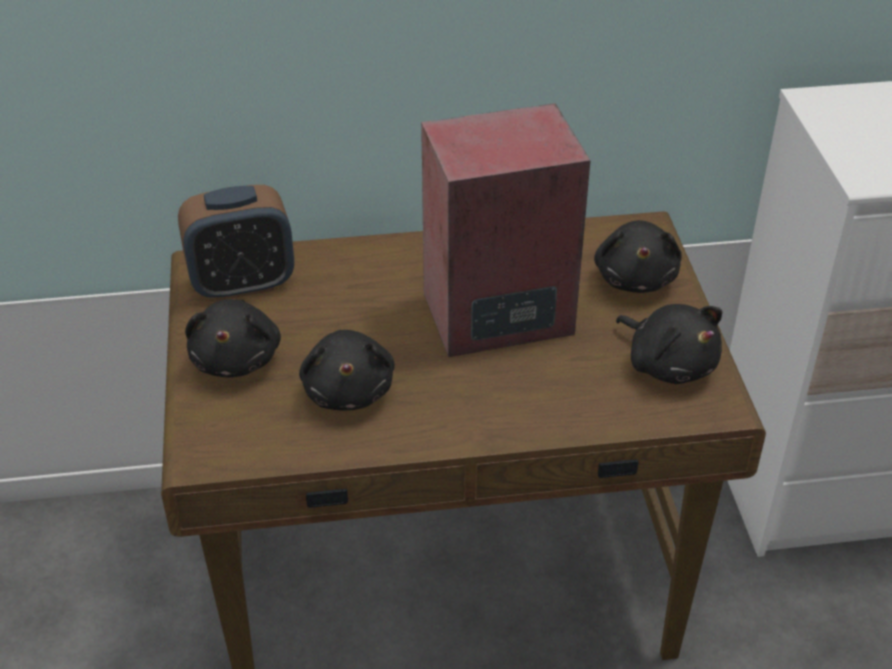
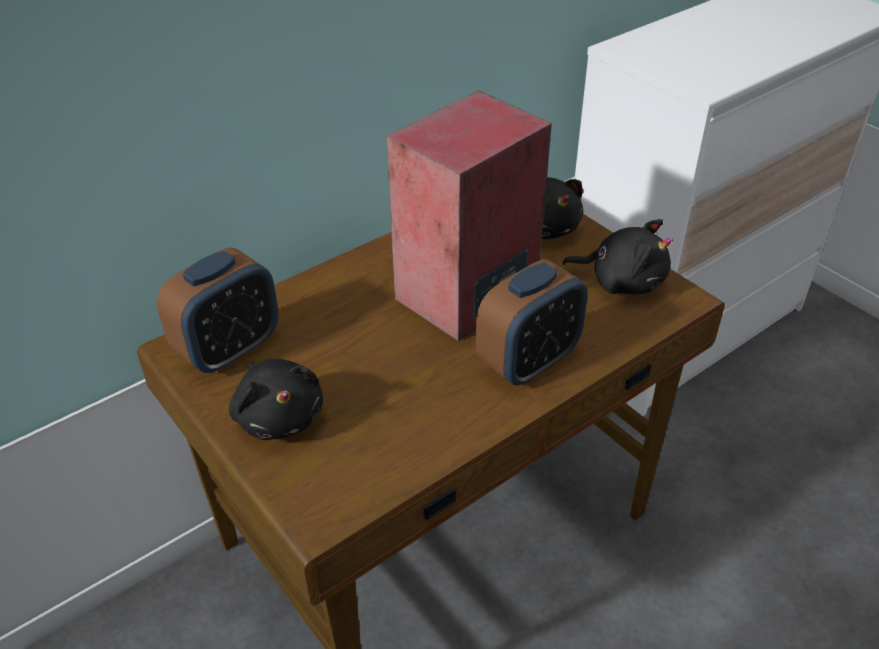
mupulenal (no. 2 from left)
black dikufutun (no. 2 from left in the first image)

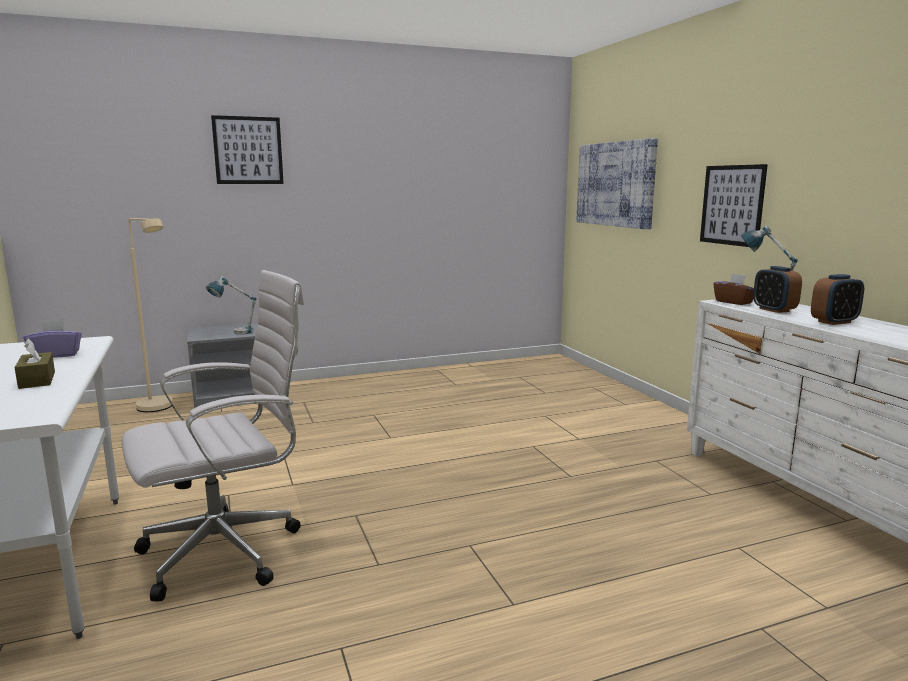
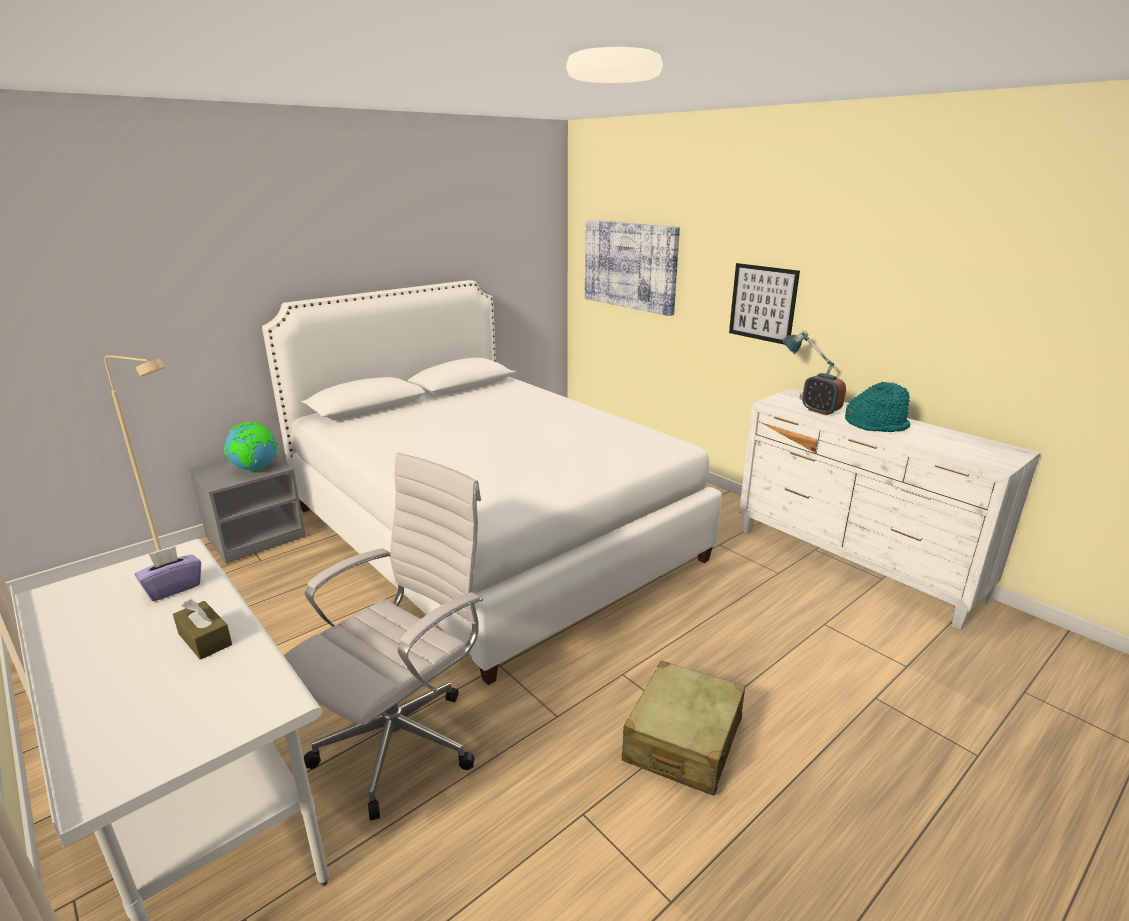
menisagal
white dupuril
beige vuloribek
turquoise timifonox
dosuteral (no. 1 from left in the first image)
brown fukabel (no. 2 from left in the first image)

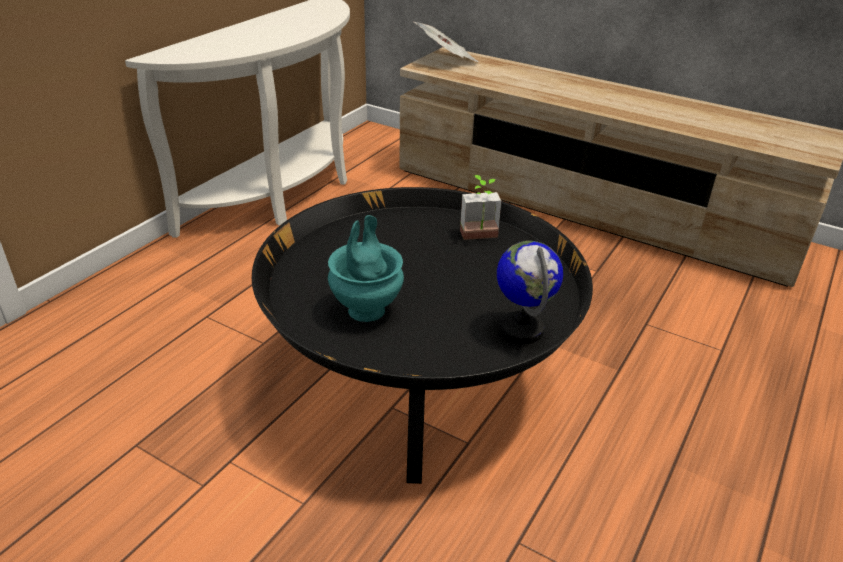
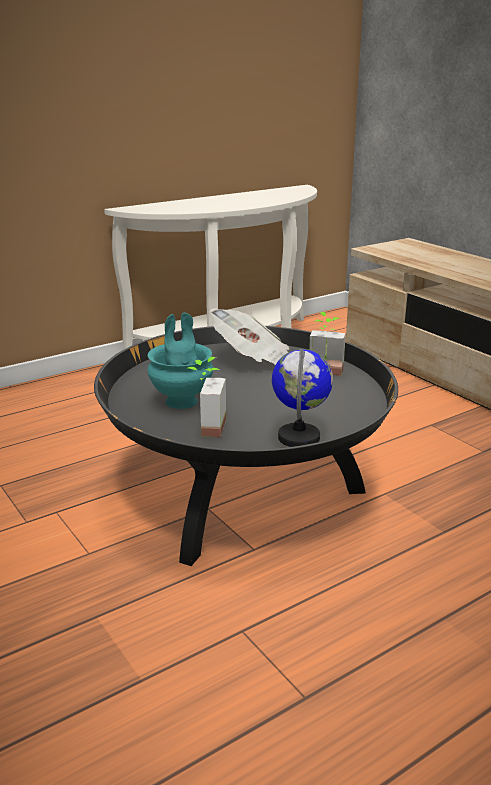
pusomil (no. 1 from left)
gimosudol

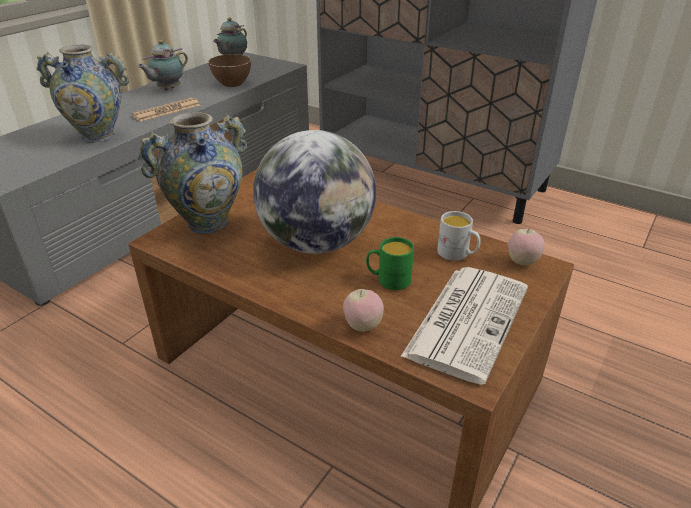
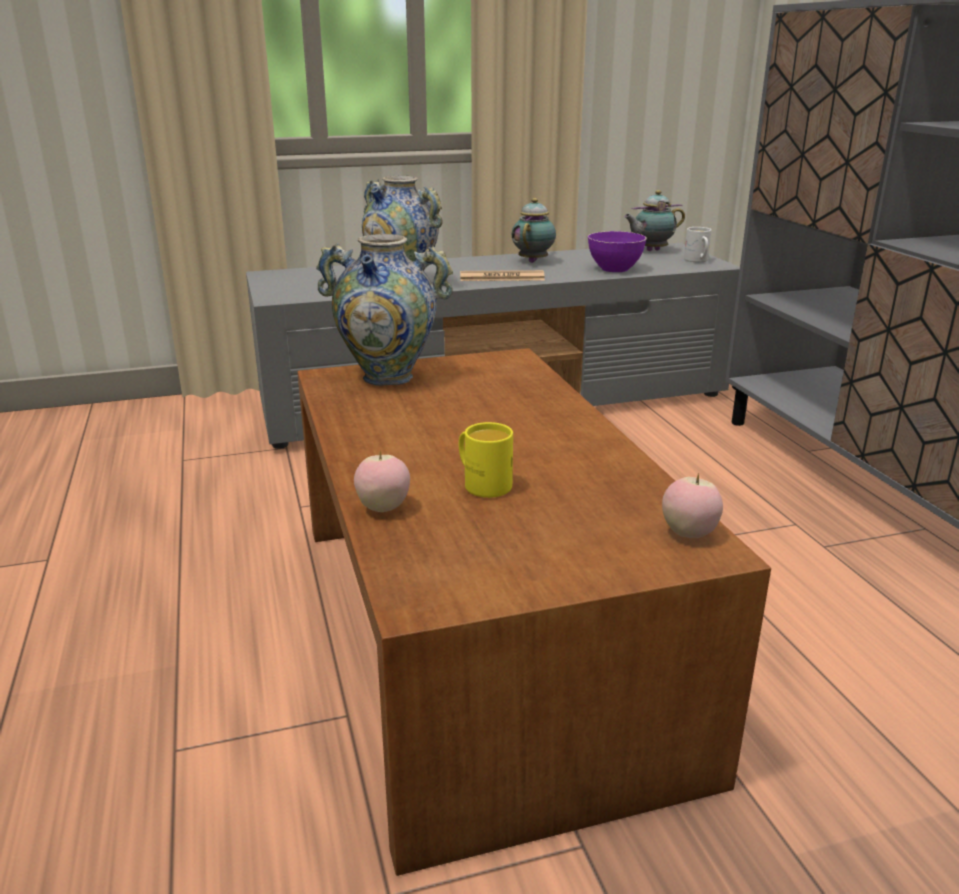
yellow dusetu
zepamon (no. 1 from left)
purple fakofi
white dusetu
menisagal
gimosudol (no. 2 from left in the first image)

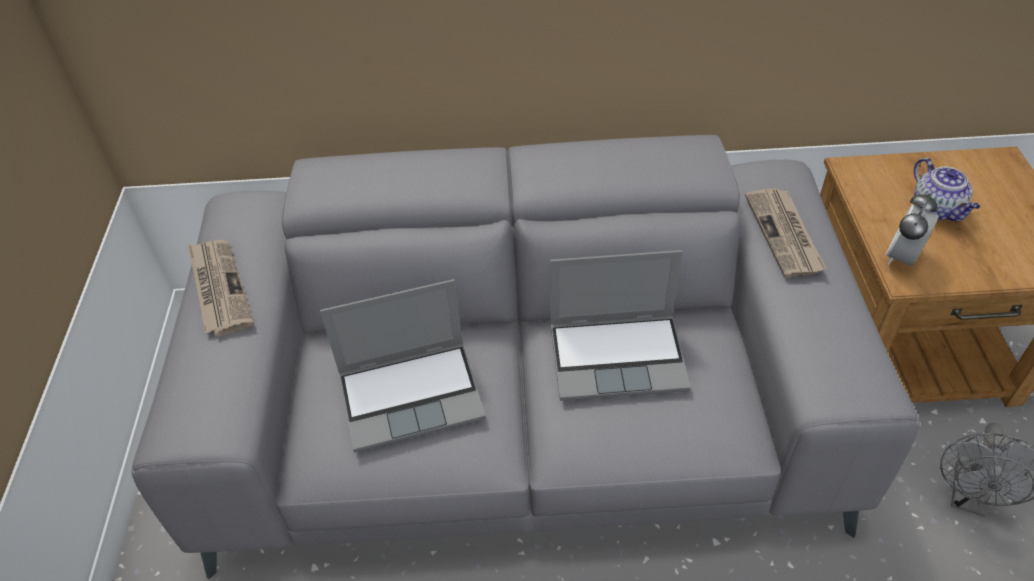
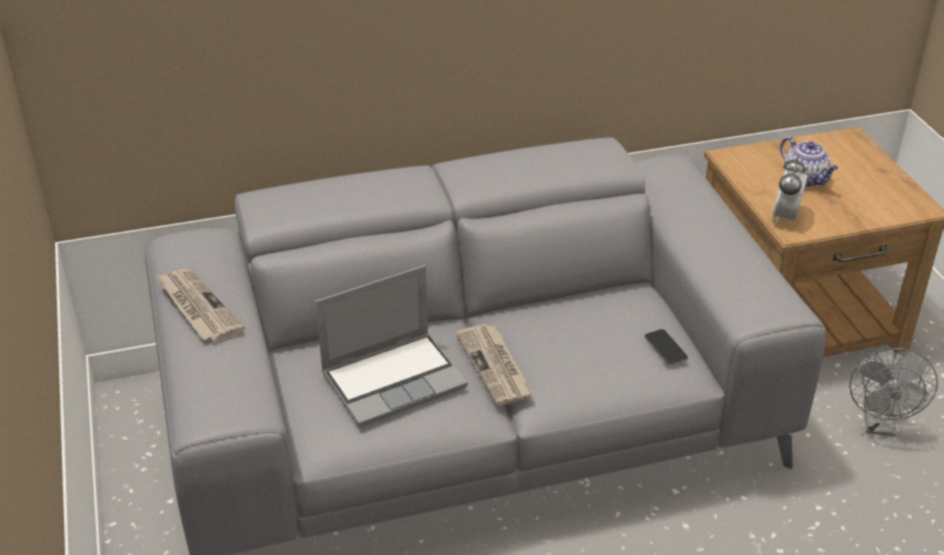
gimosudol (no. 2 from left)
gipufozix
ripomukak (no. 2 from left in the first image)

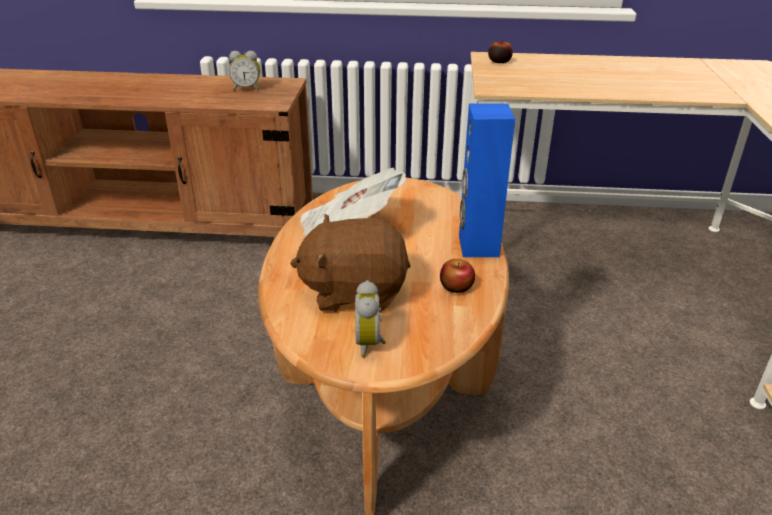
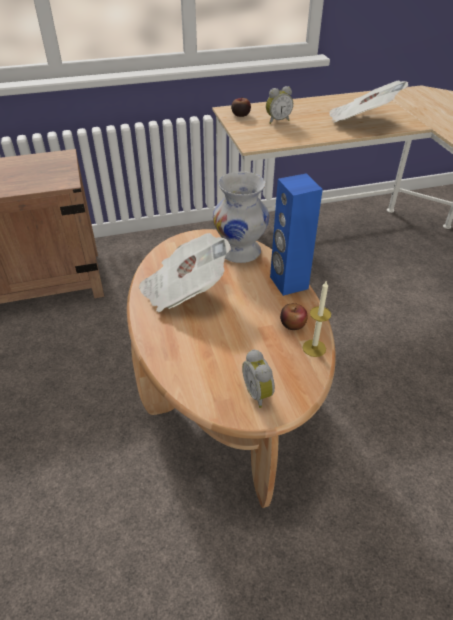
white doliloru
mupulenal (no. 2 from left)
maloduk
gimosudol (no. 2 from left)
brown dikufutun

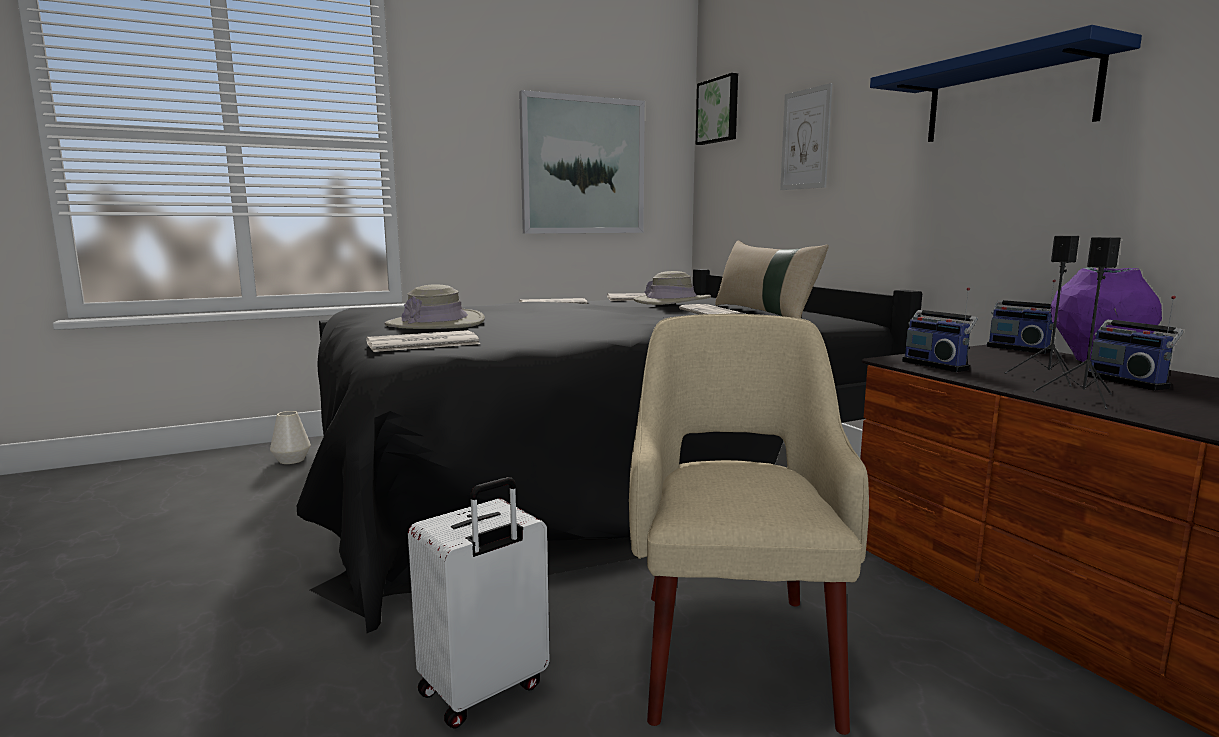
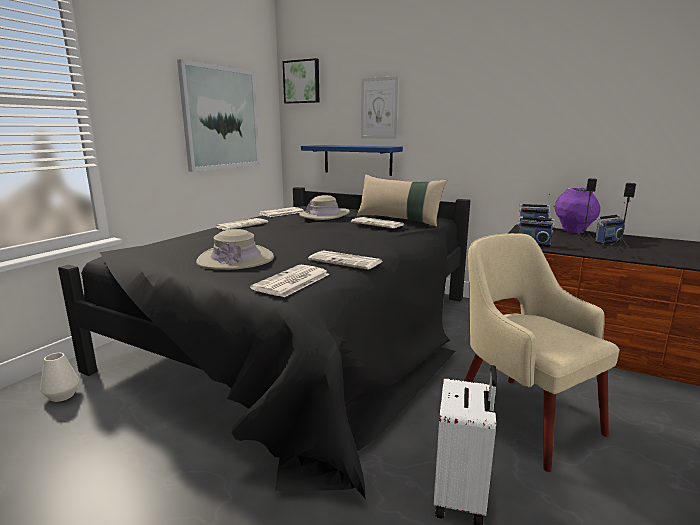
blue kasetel
gimosudol (no. 4 from left)
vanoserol (no. 3 from left)

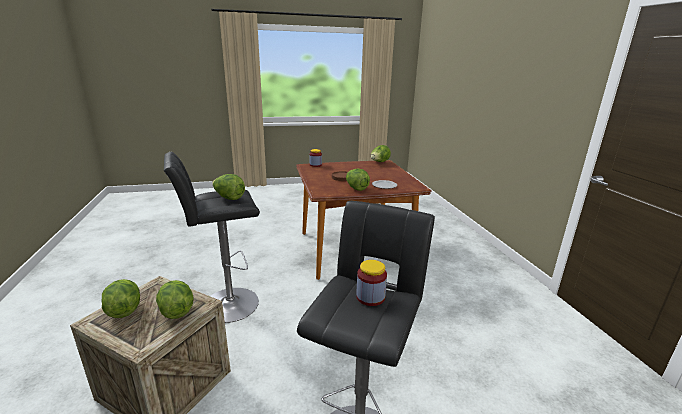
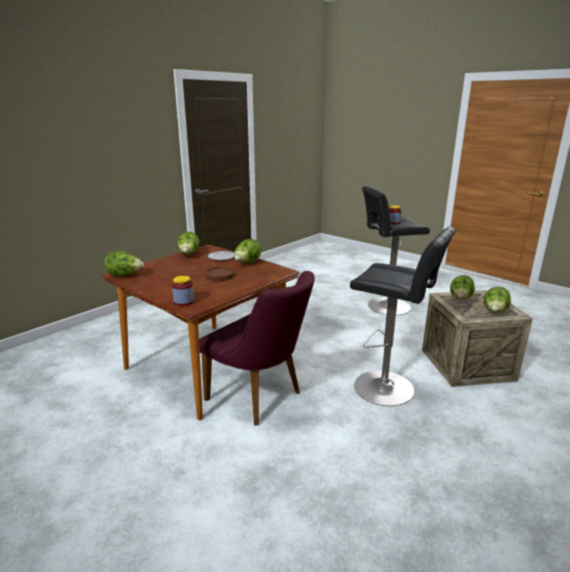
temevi (no. 2 from left)
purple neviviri

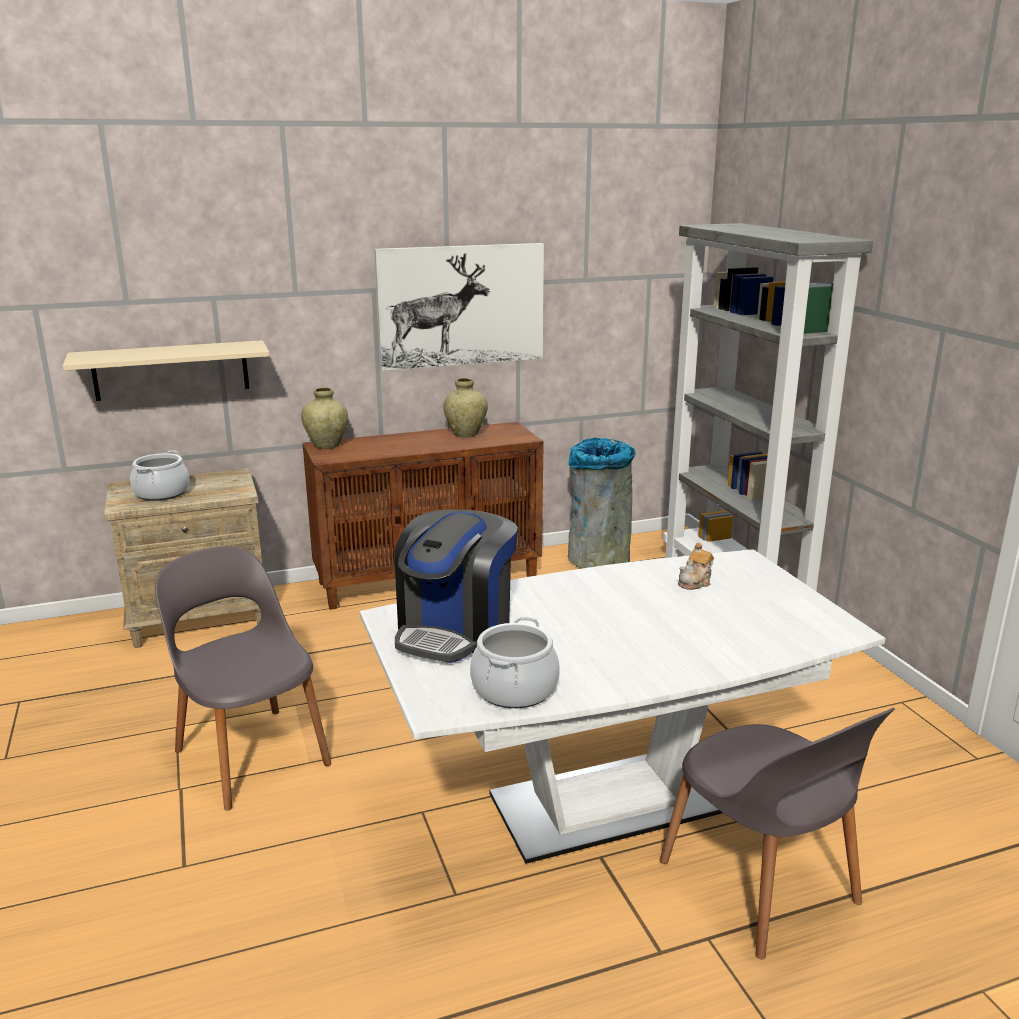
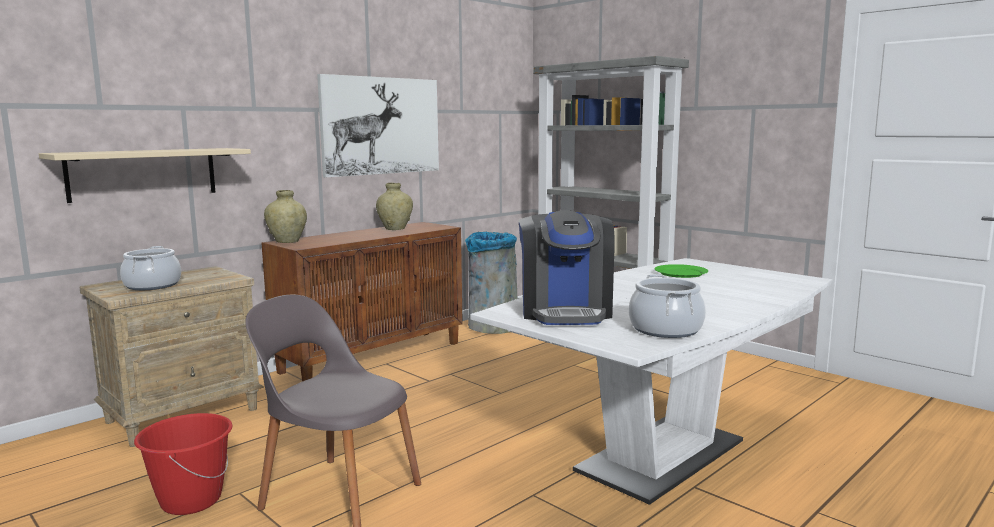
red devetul
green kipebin
grey neviviri (no. 2 from left in the first image)

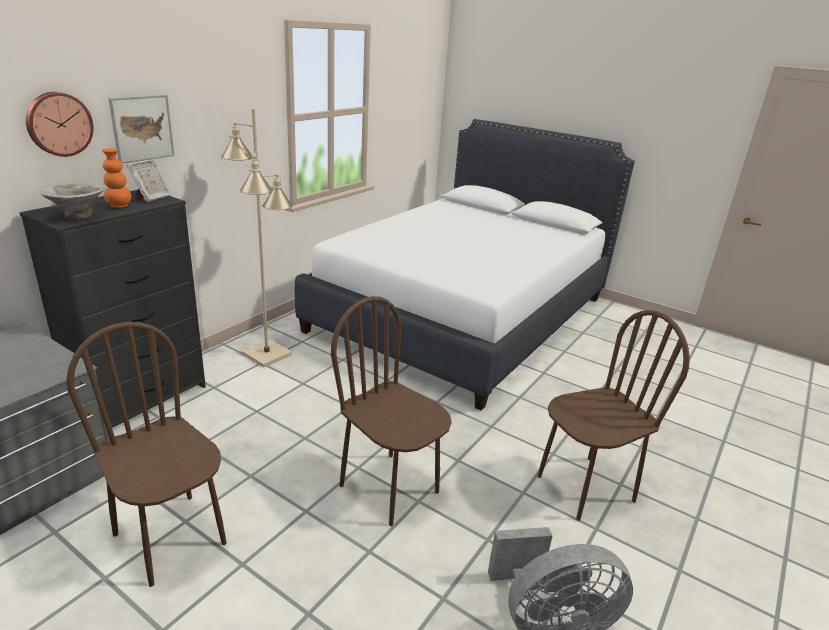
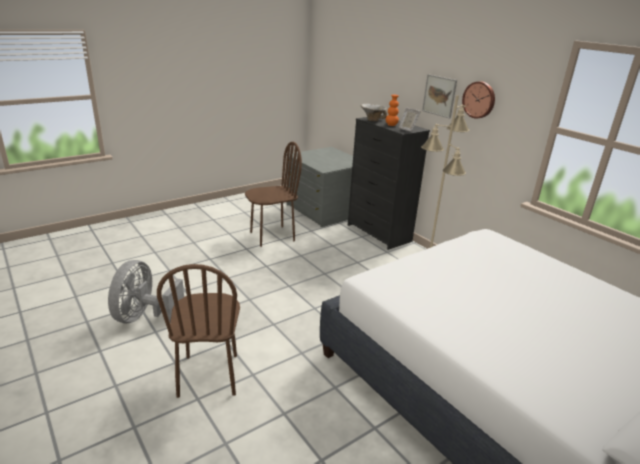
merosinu
brown neviviri (no. 2 from left in the first image)

